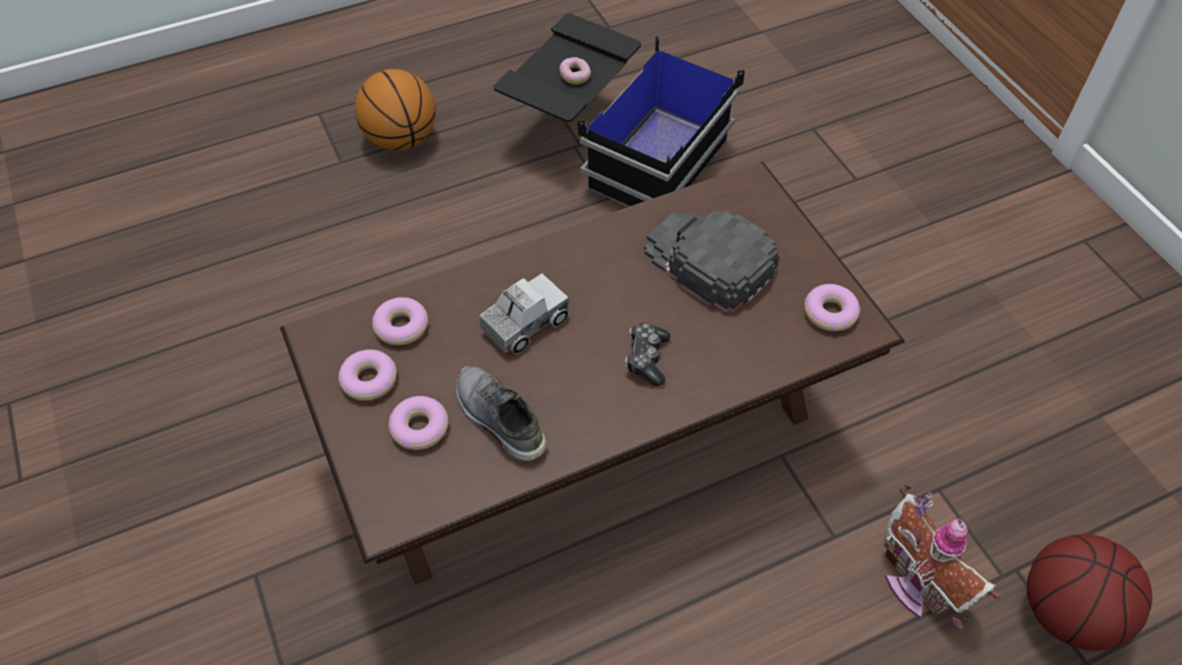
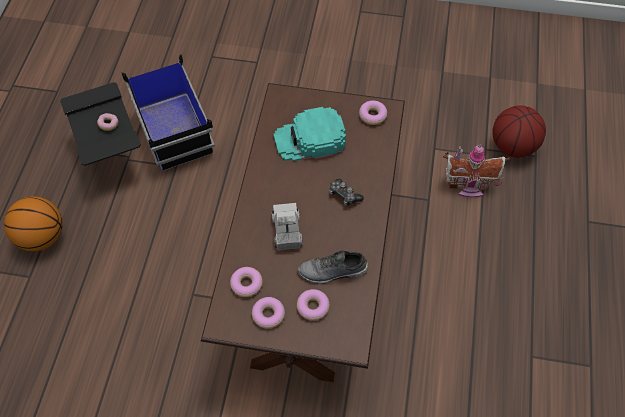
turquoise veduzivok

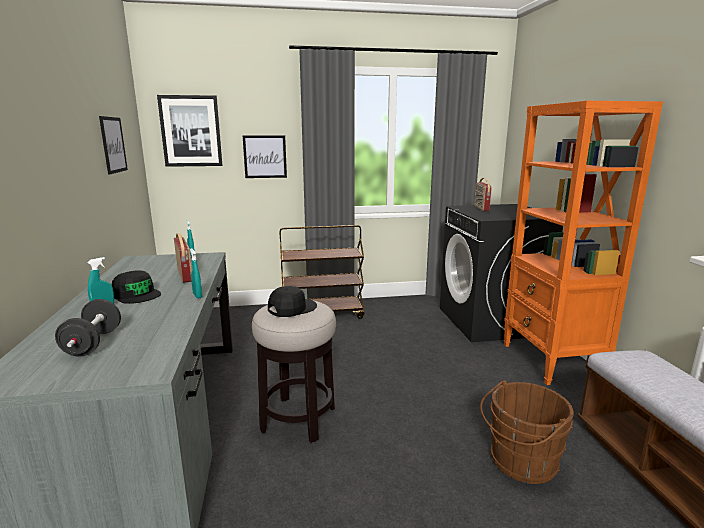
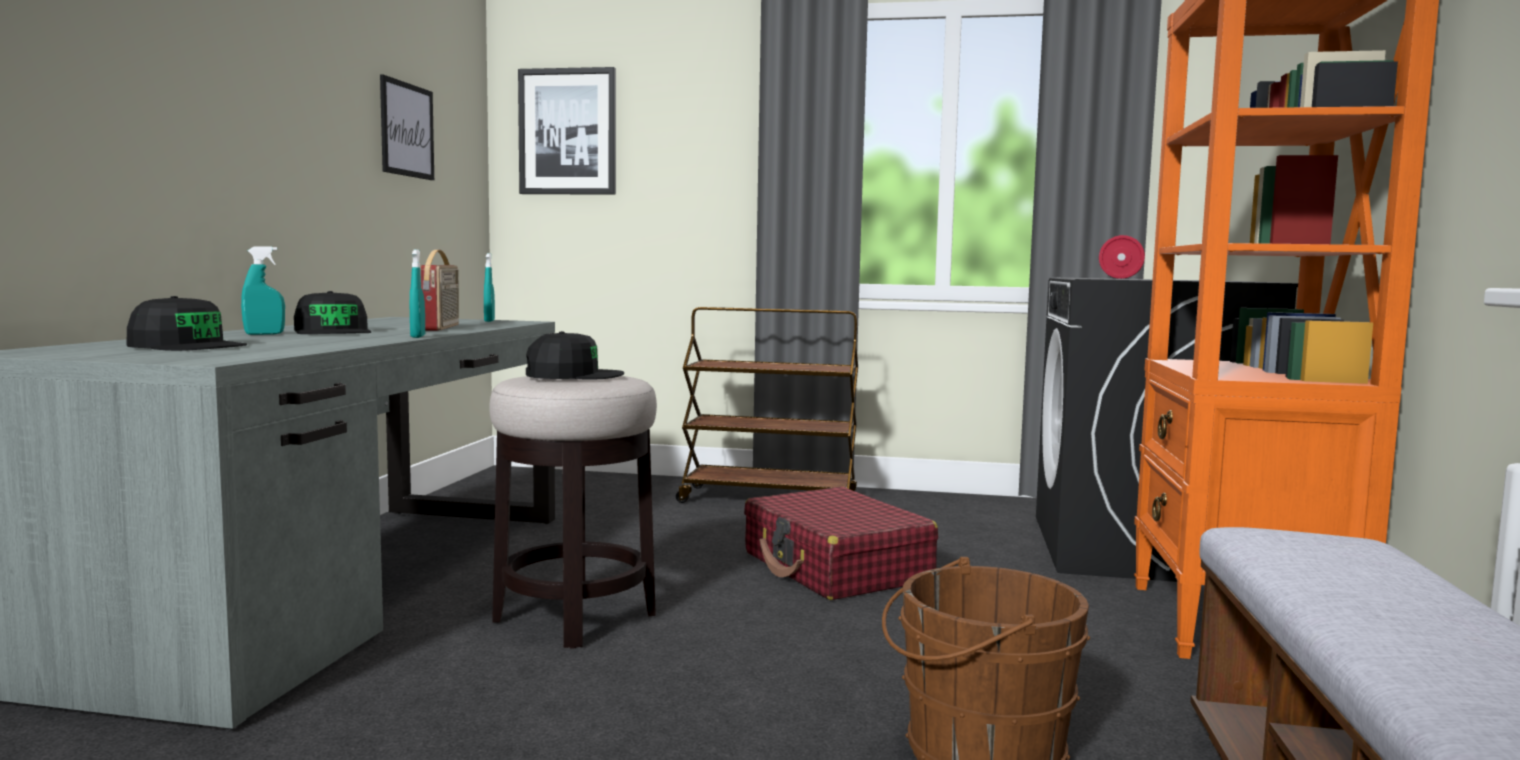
black veduzivok (no. 1 from left)
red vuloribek
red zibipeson
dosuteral (no. 3 from left in the first image)

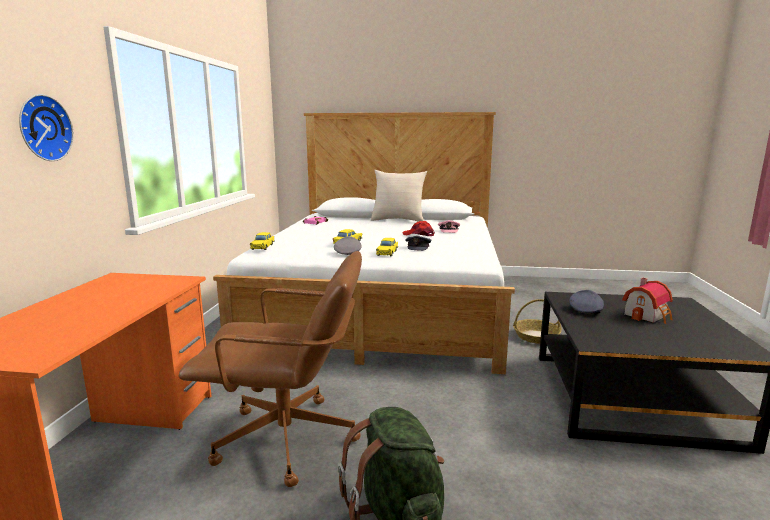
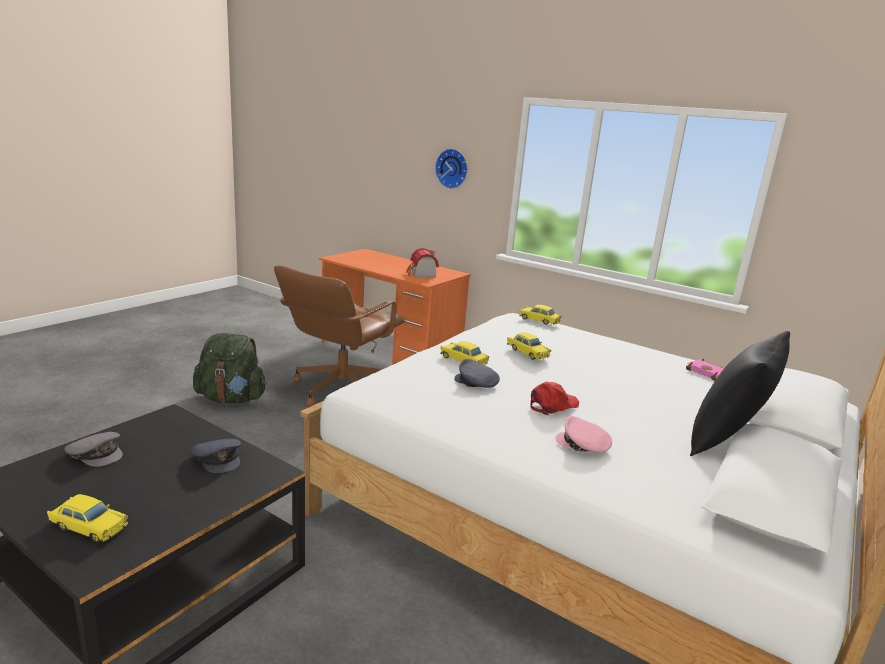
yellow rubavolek (no. 1 from left)
grey veduzivok (no. 1 from left)
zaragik
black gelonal
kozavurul

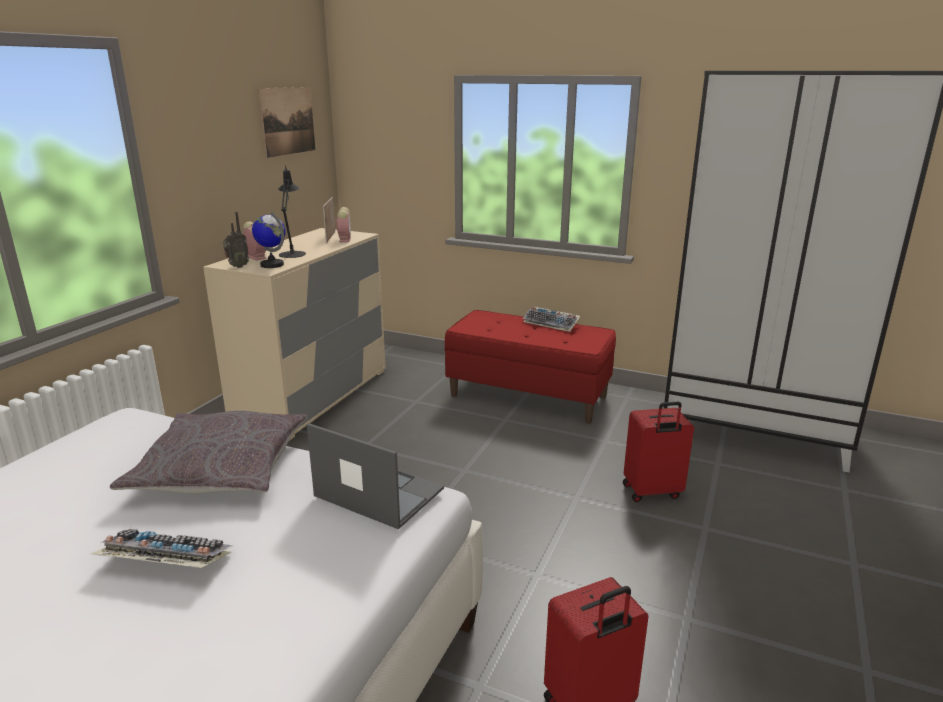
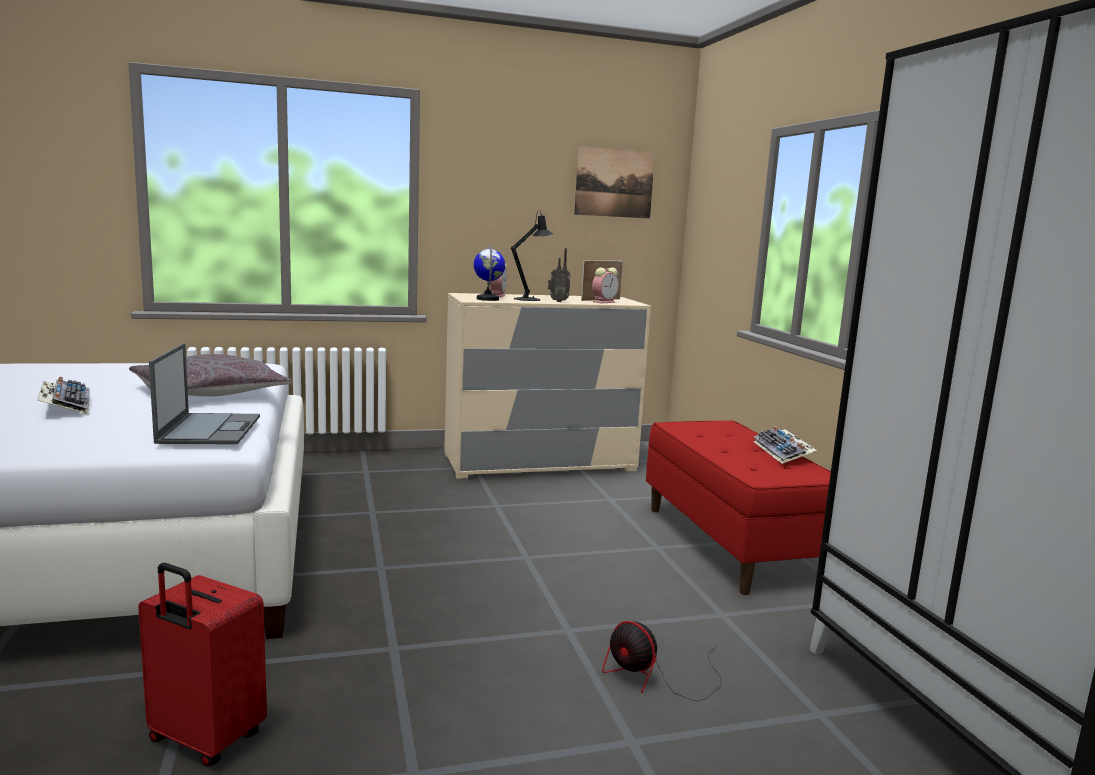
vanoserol
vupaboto

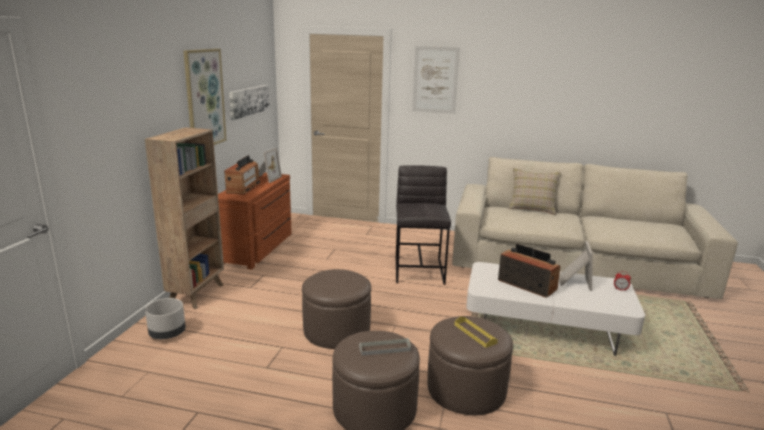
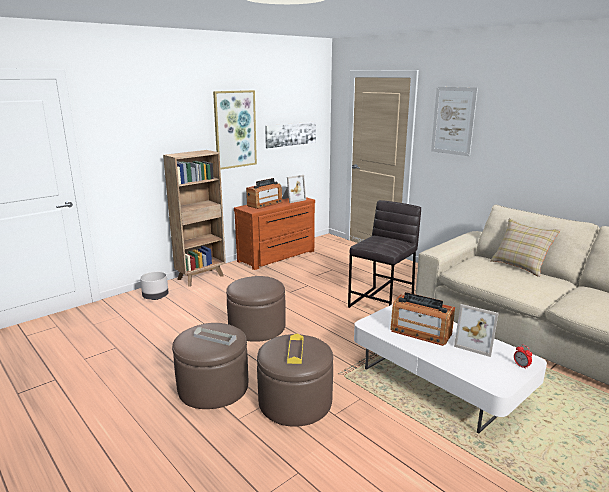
vanoserol (no. 2 from left)
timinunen (no. 2 from left)

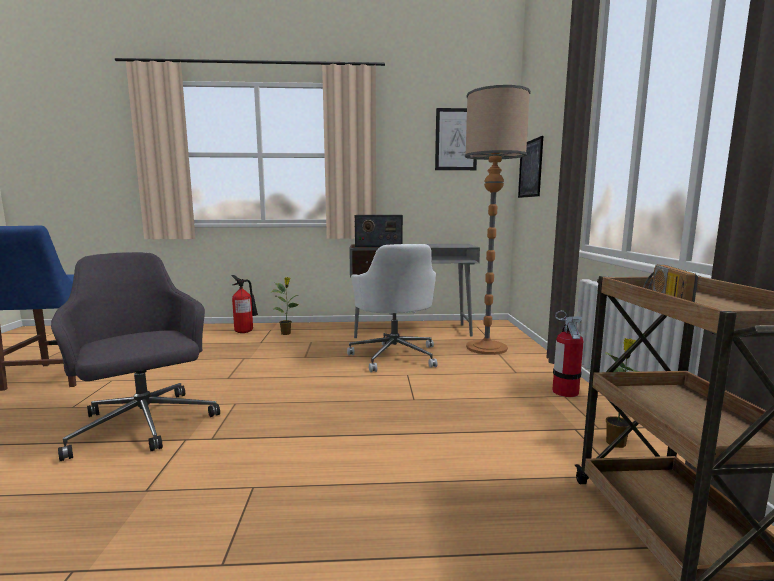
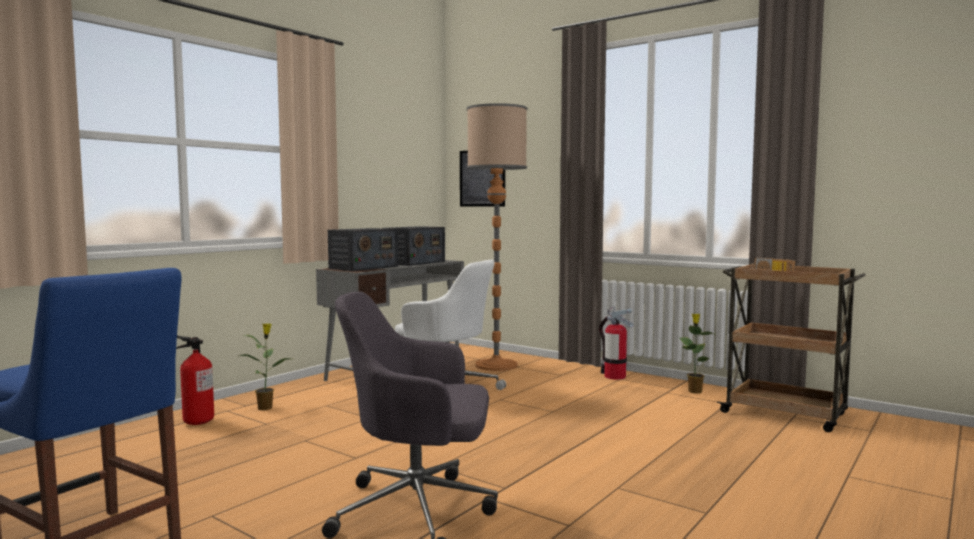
vanoserol (no. 2 from left)
dosuteral (no. 1 from left in the first image)

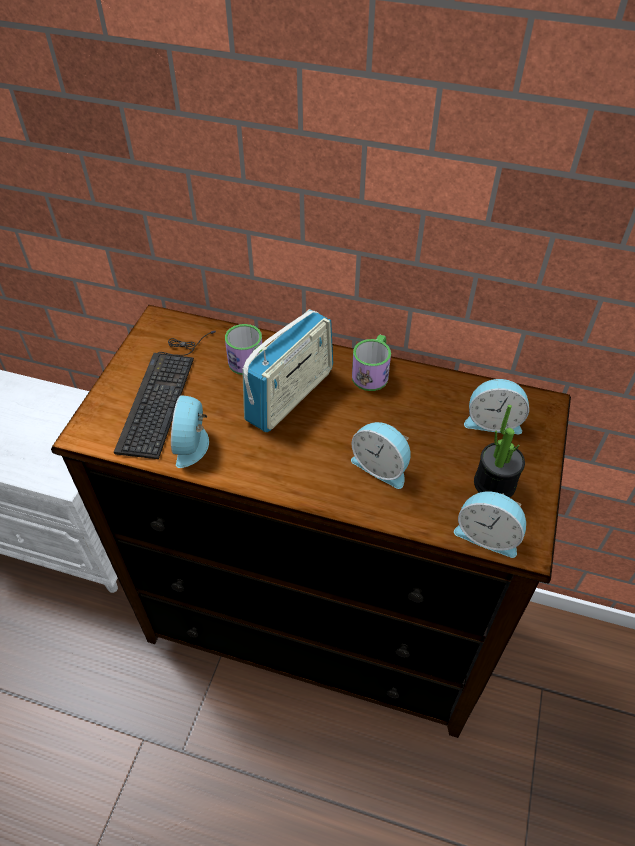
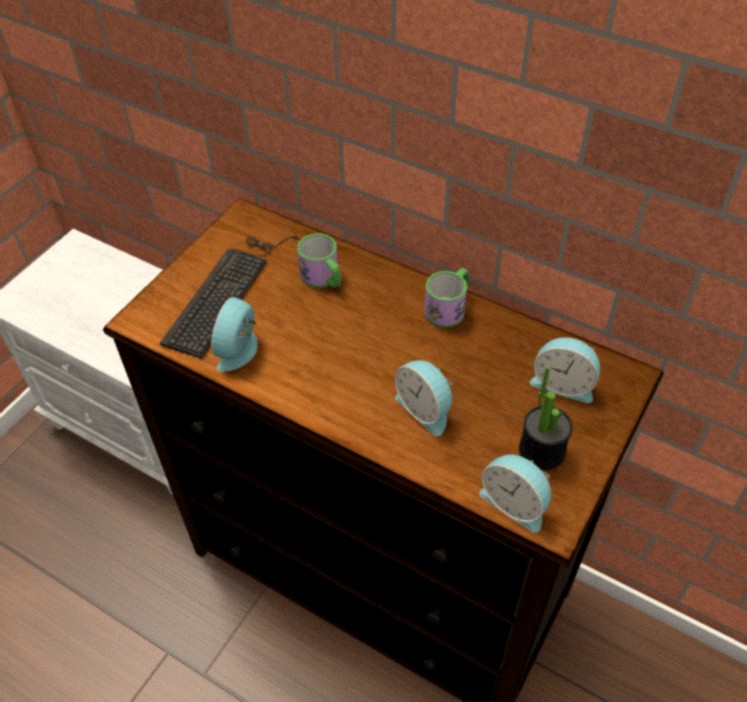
vanoserol

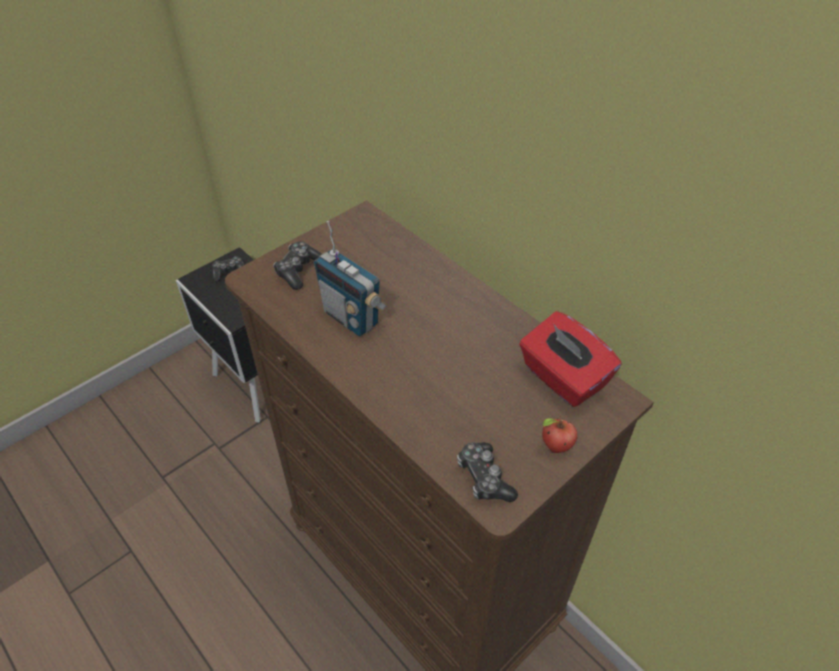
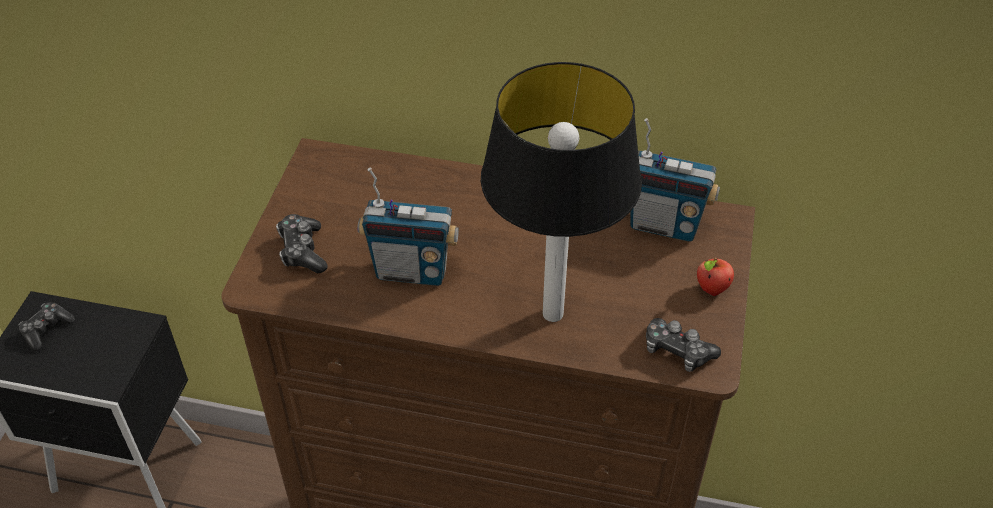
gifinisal
vanoserol (no. 2 from left)

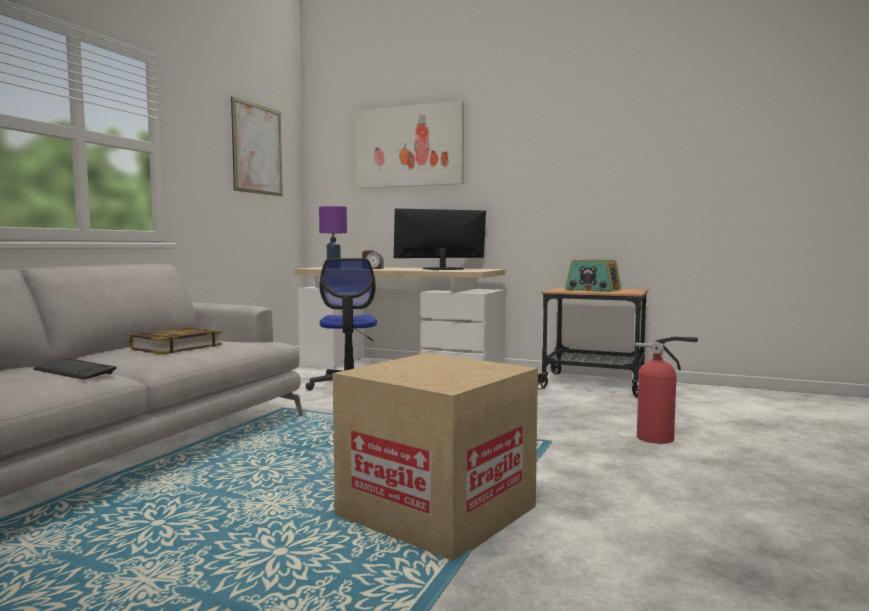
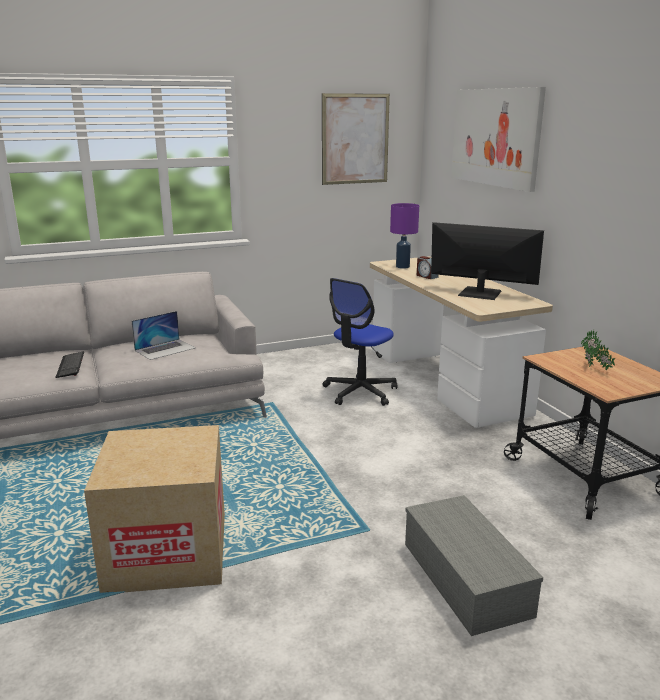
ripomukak
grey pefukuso
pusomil

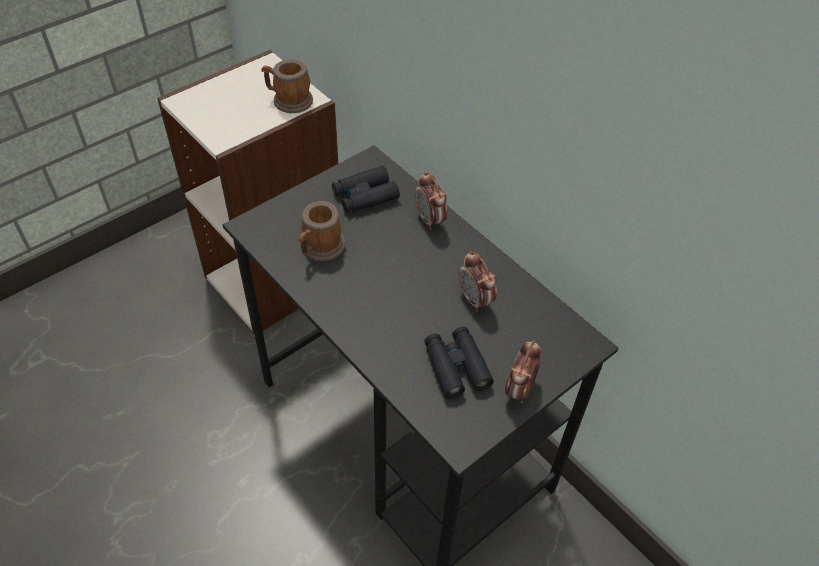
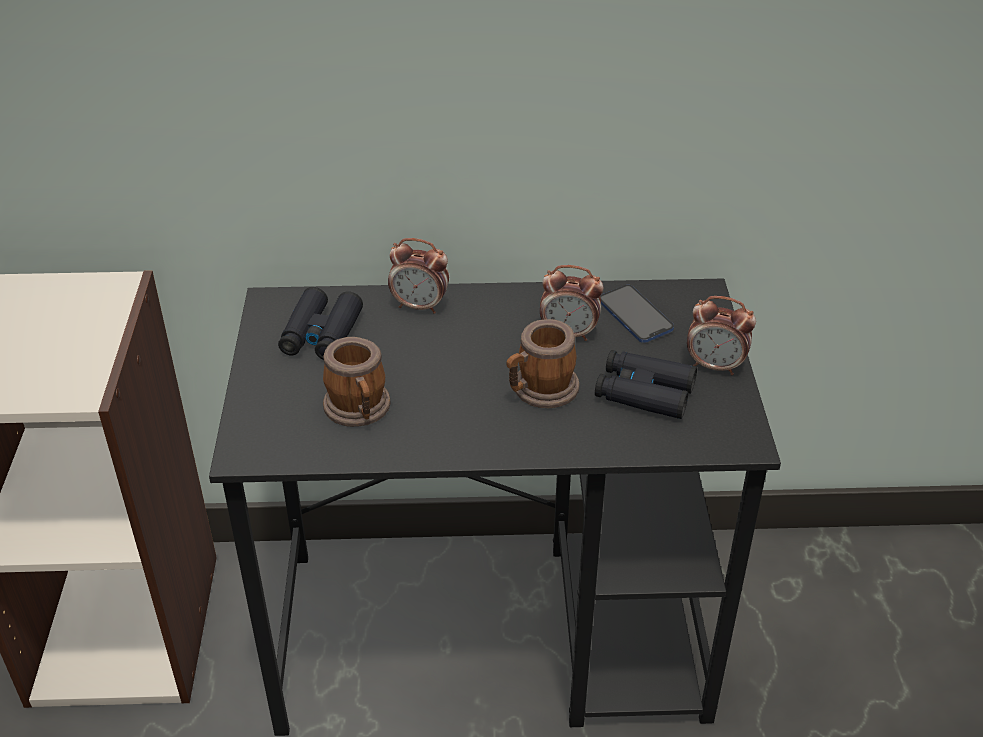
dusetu (no. 2 from left)
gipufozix
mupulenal (no. 3 from left)

